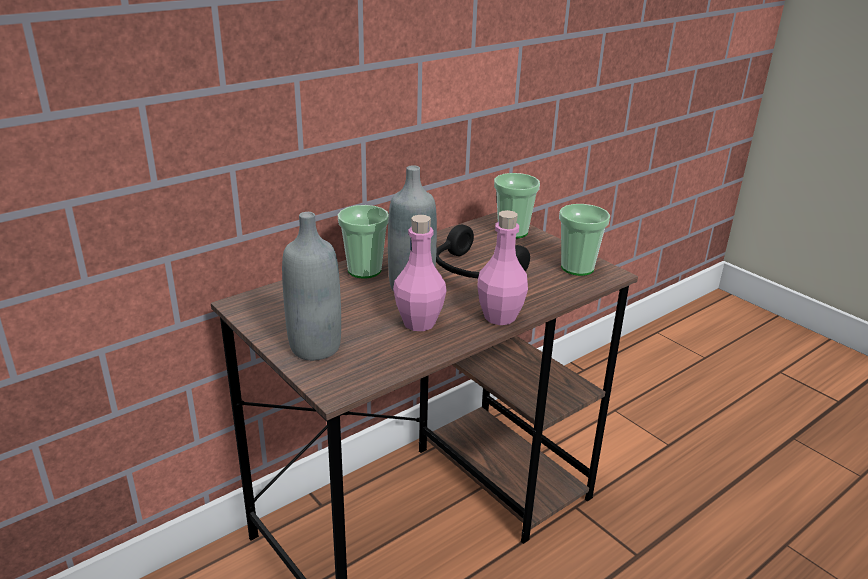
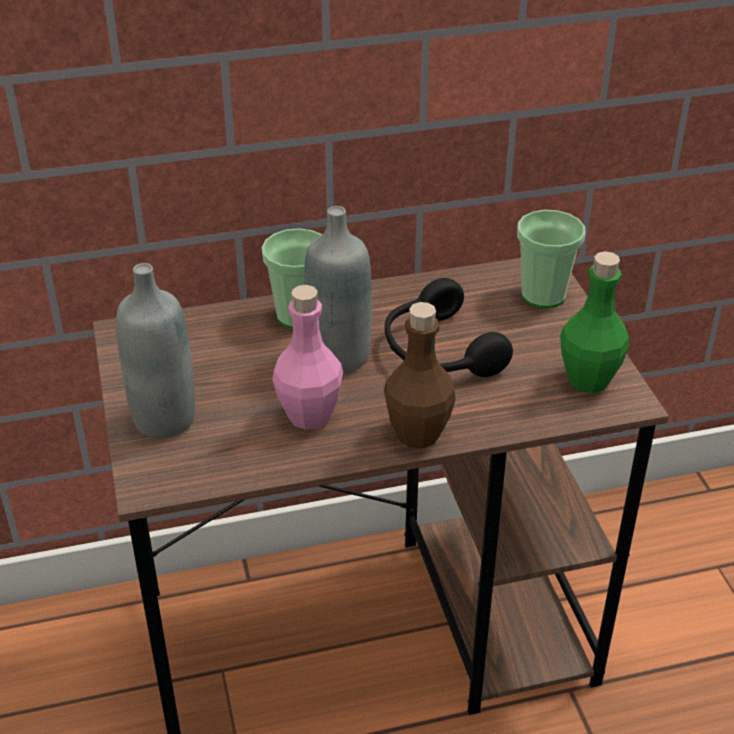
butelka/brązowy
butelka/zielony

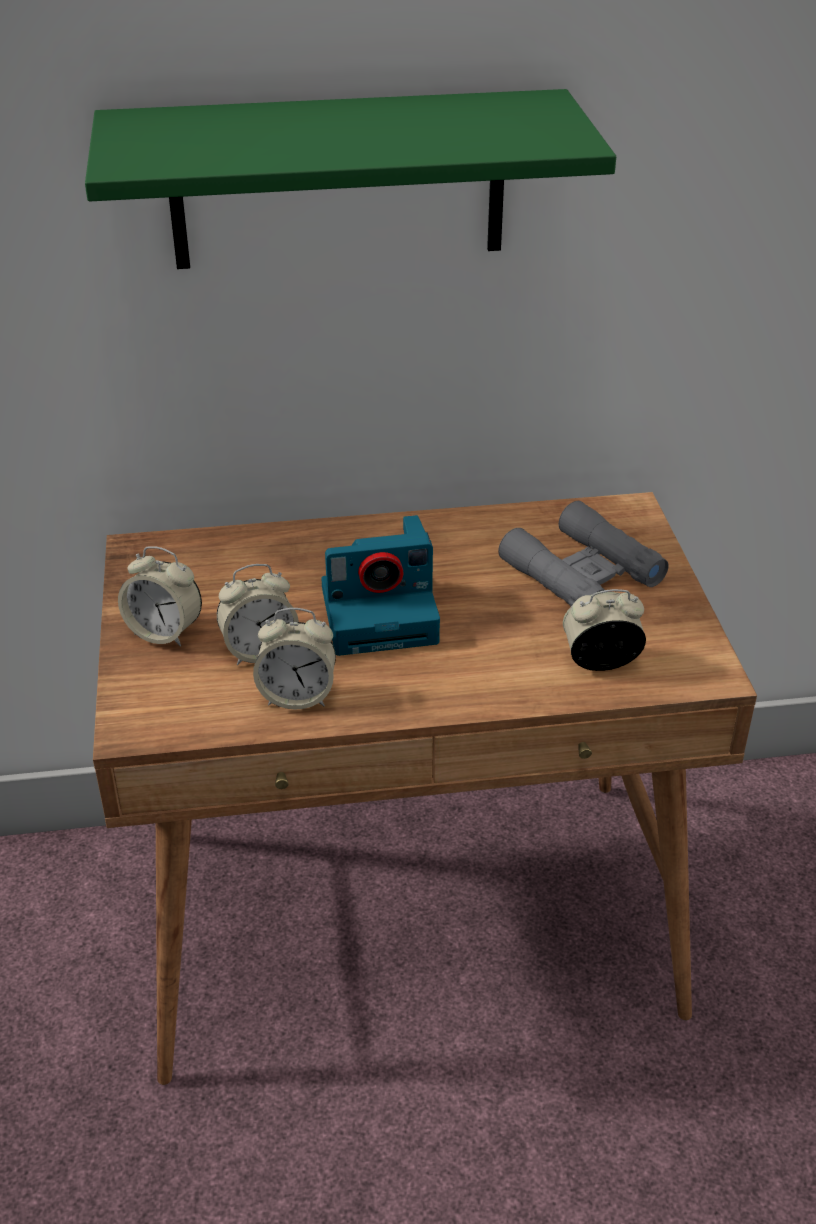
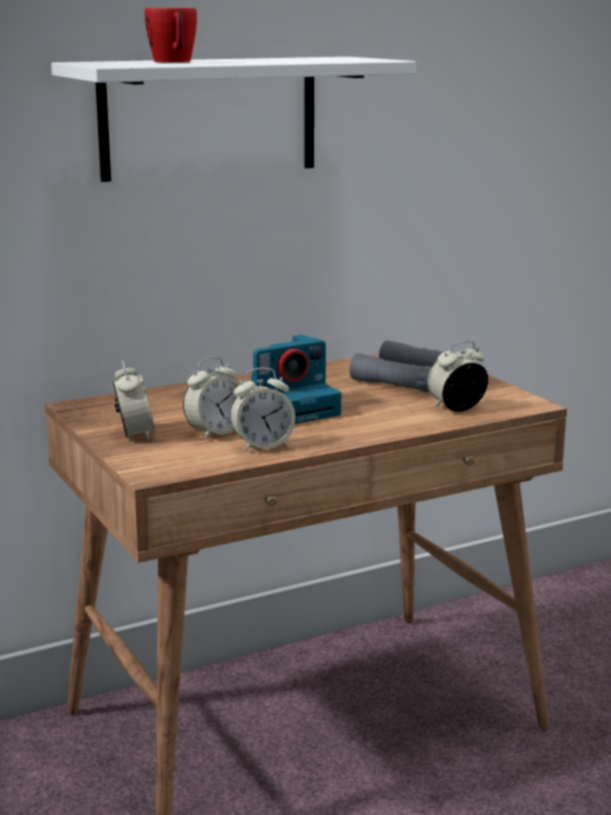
półka/biały
budzik (1st from left)
kubek

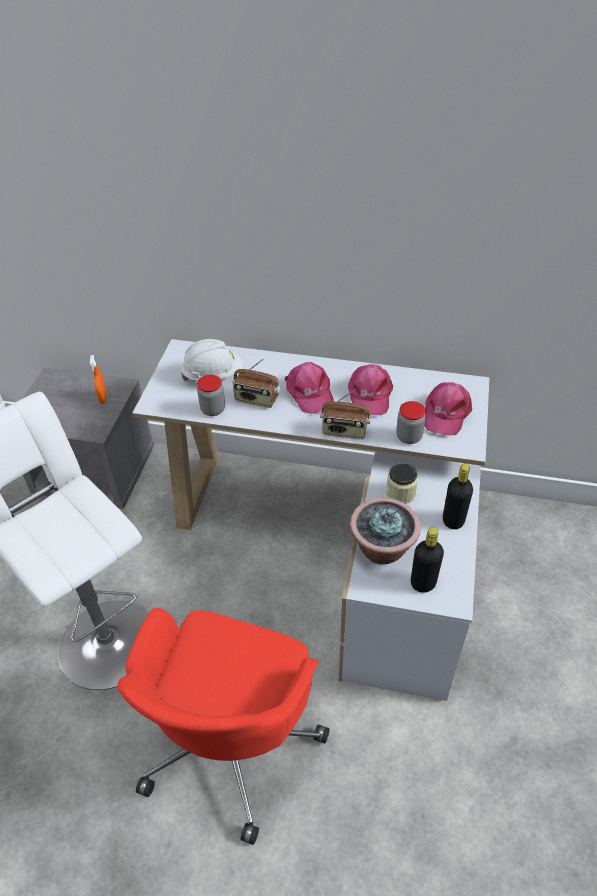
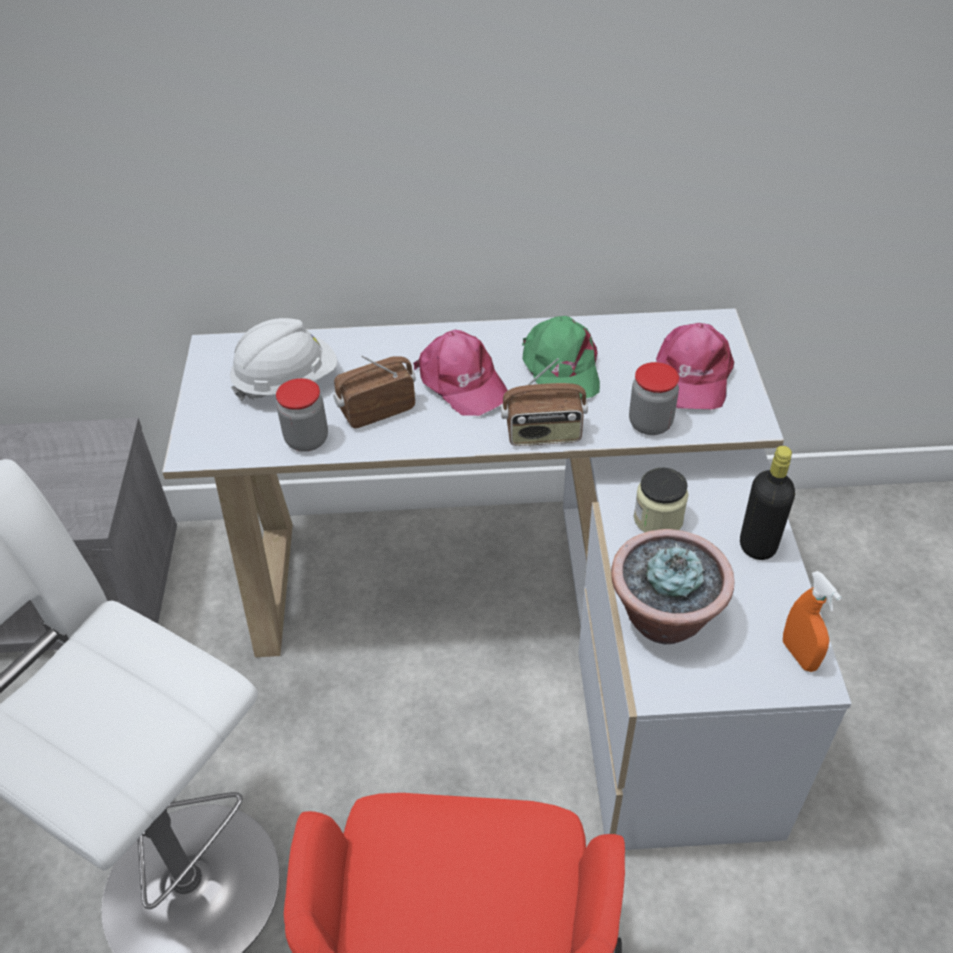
spryskiwacz/pomarańczowy
radio (1st from left)
czapka z daszkiem/zielony
butelka/czarny (1st from left in the first image)

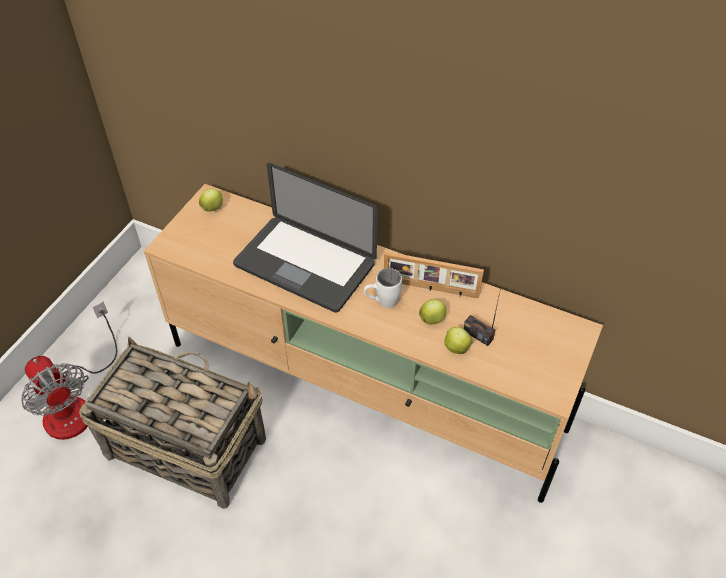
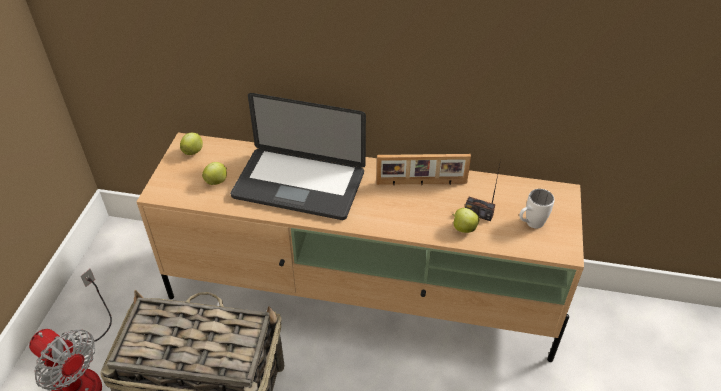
kubek/biały
jabłko (2nd from left)

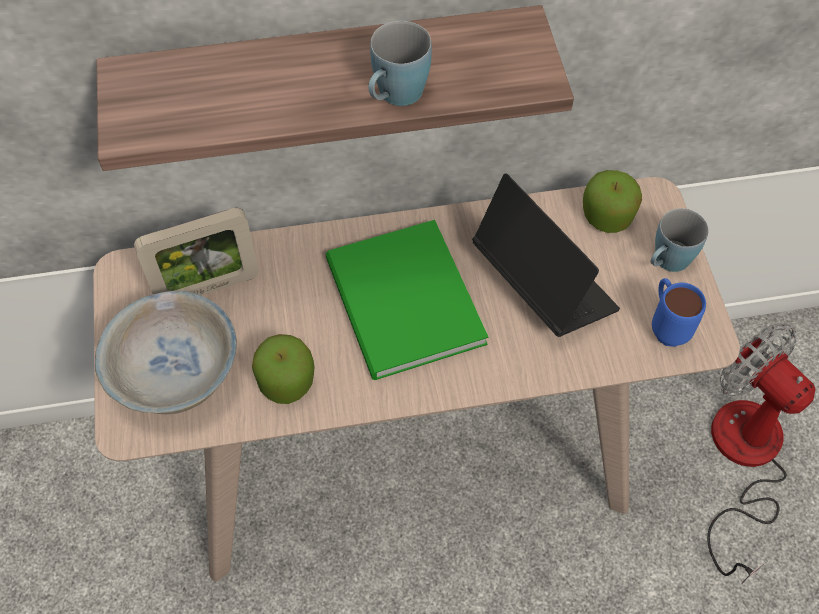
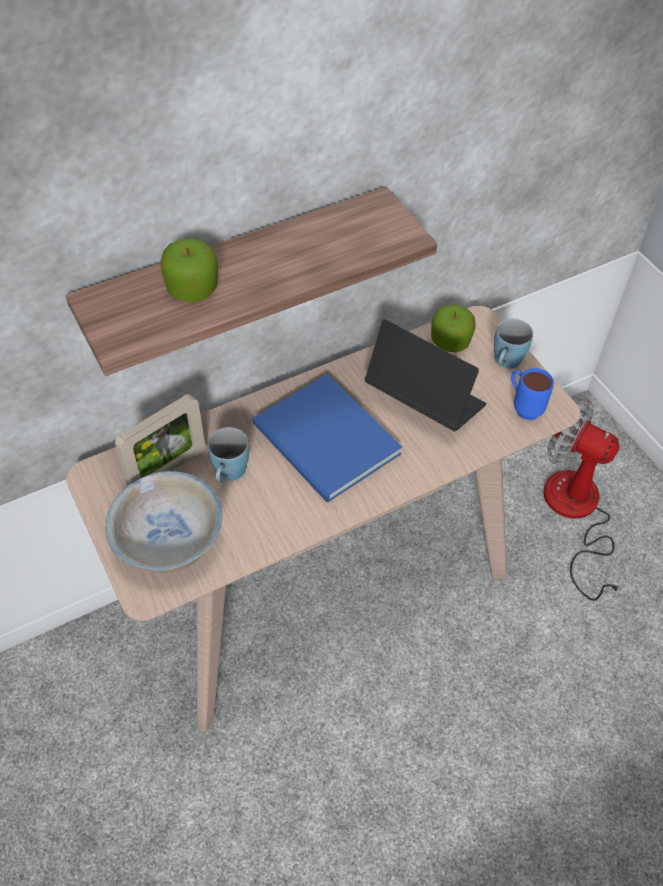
jabłko (1st from left)
książka/niebieski
kubek/niebieski (1st from left)

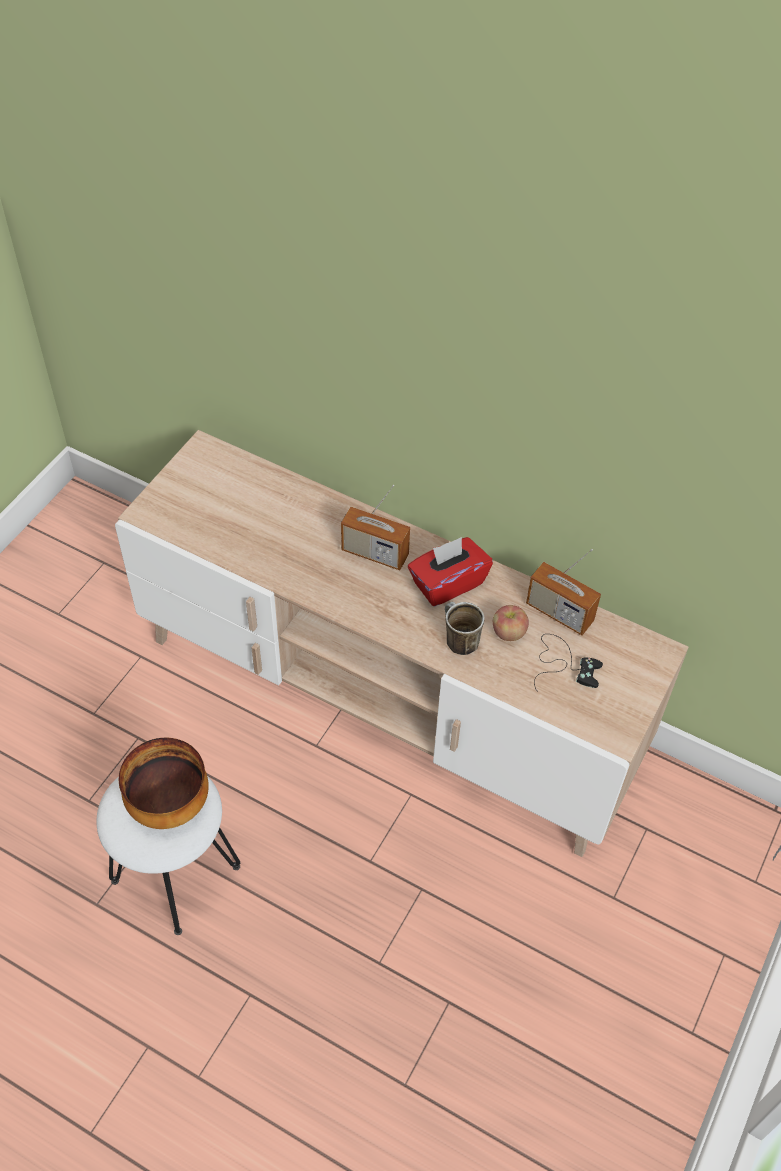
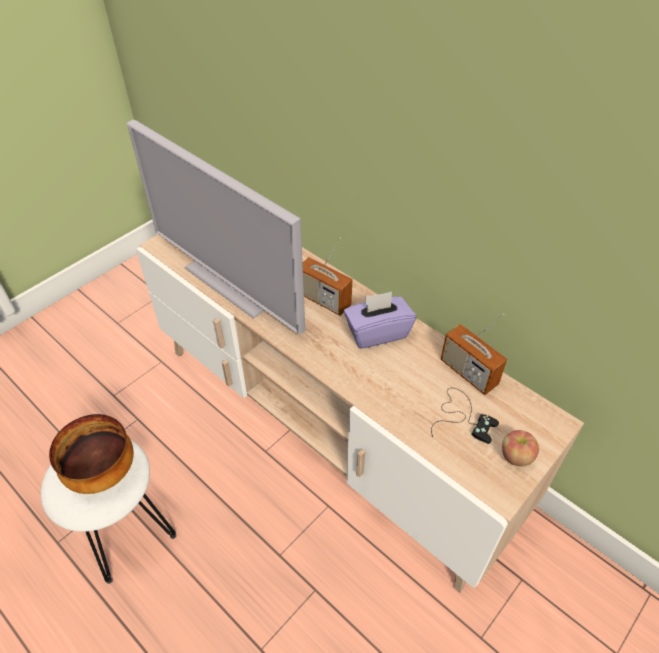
pudełko chusteczek/fioletowy
kubek
jabłko
telewizor

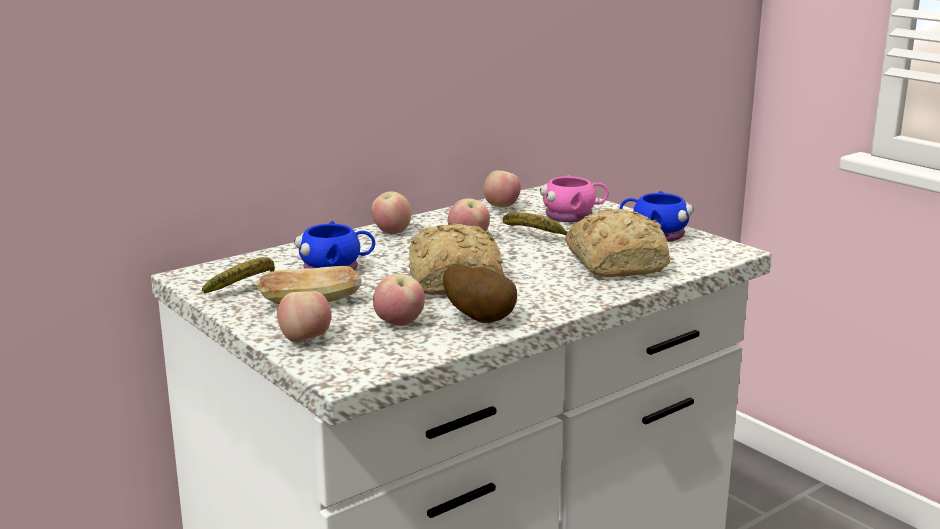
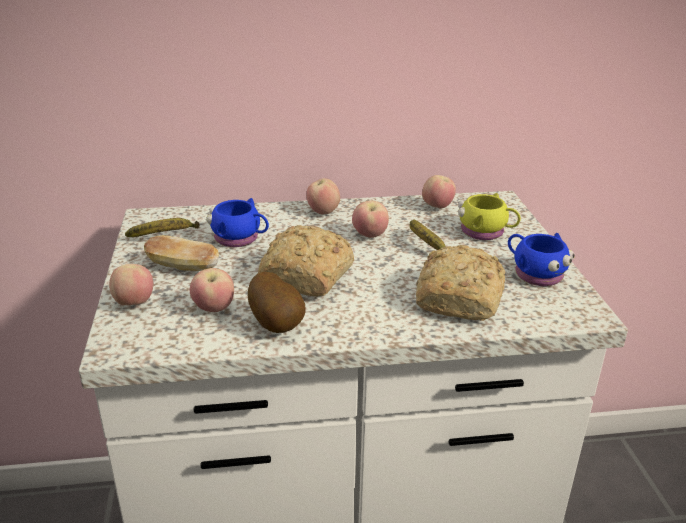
kubek/żółty

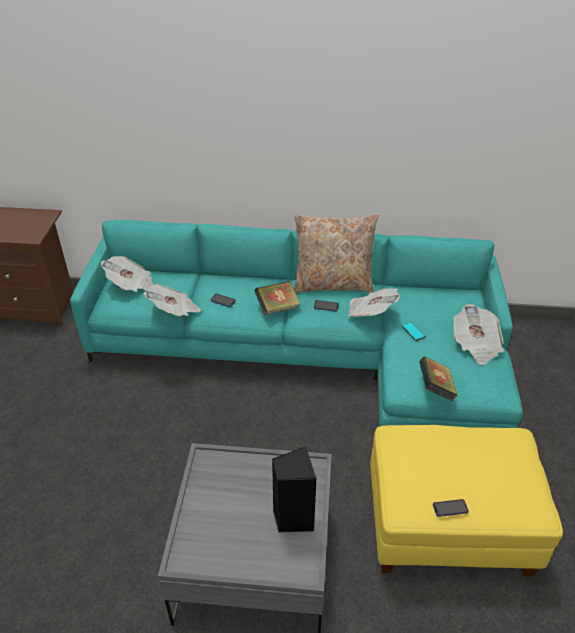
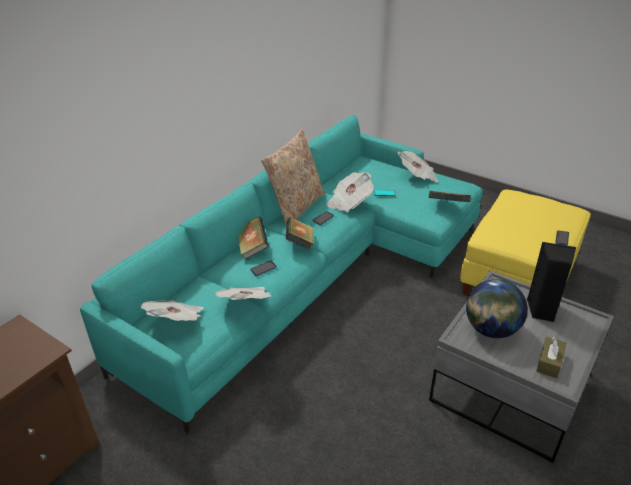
książka (1st from left)
globus
pudełko chusteczek/brązowy

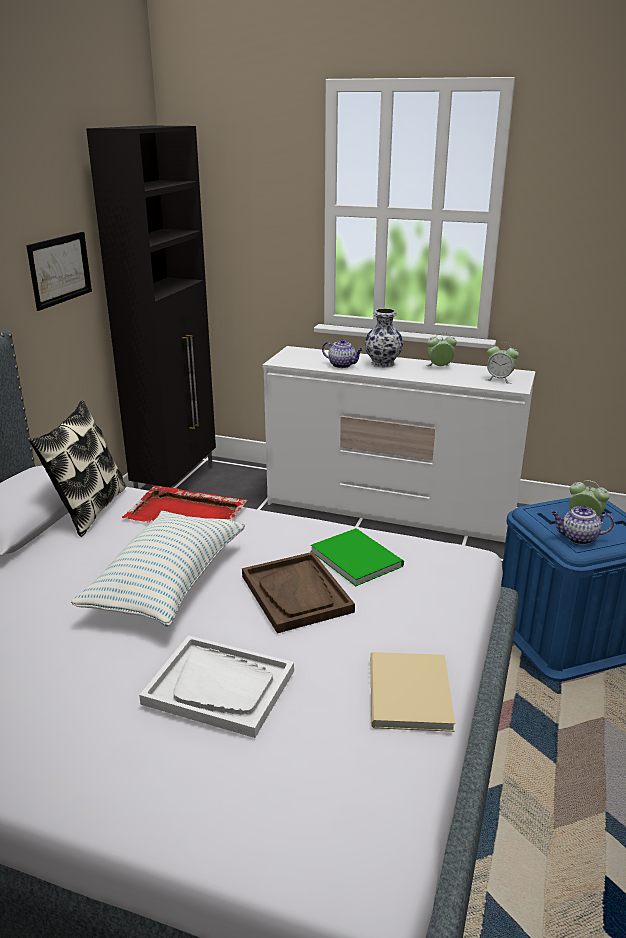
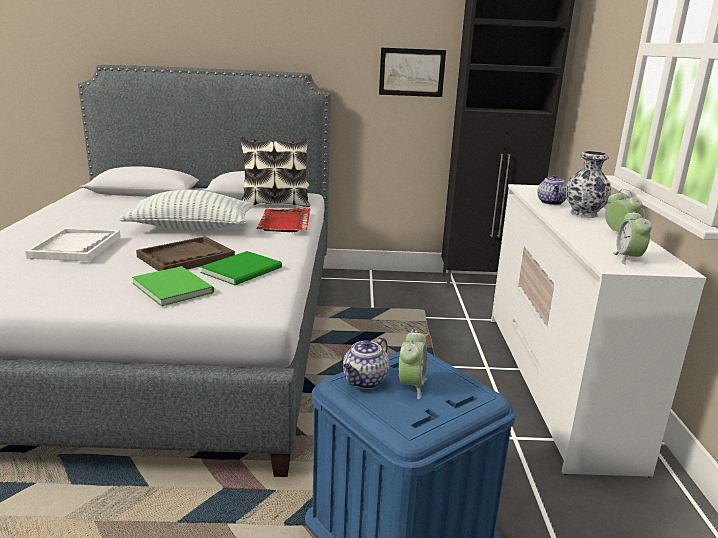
książka/beżowy
imbryk (1st from left)
książka/zielony (1st from left)

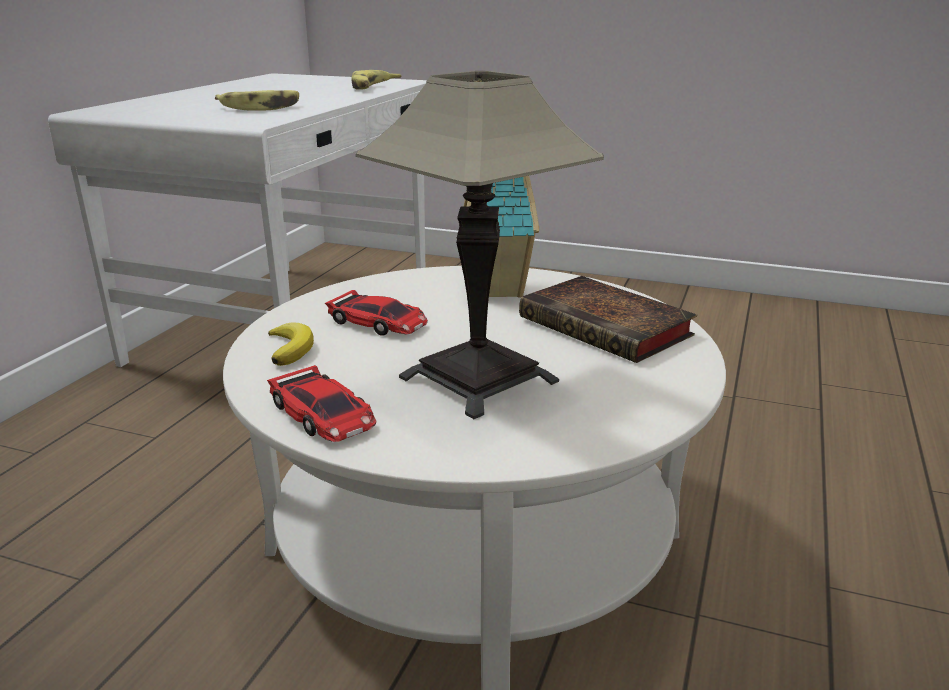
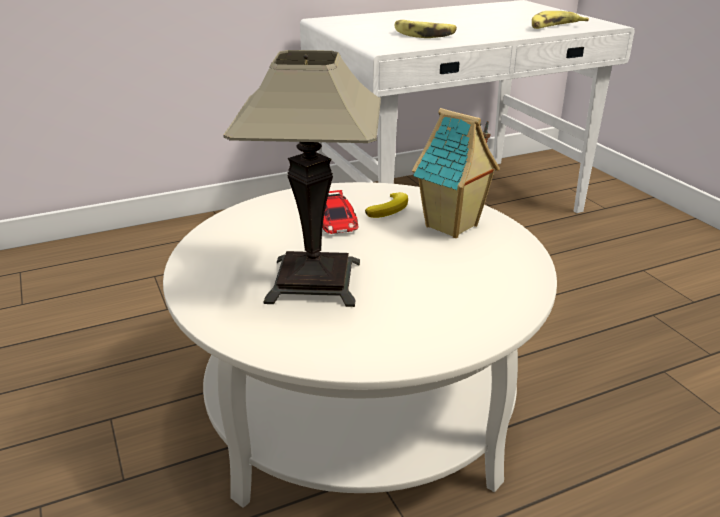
samochodzik (1st from left in the first image)
banan (1st from left)
książka

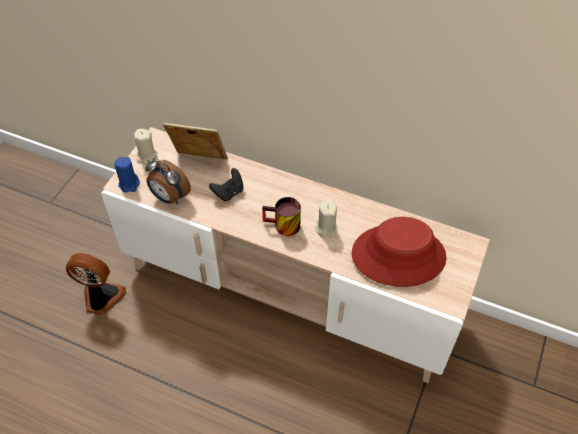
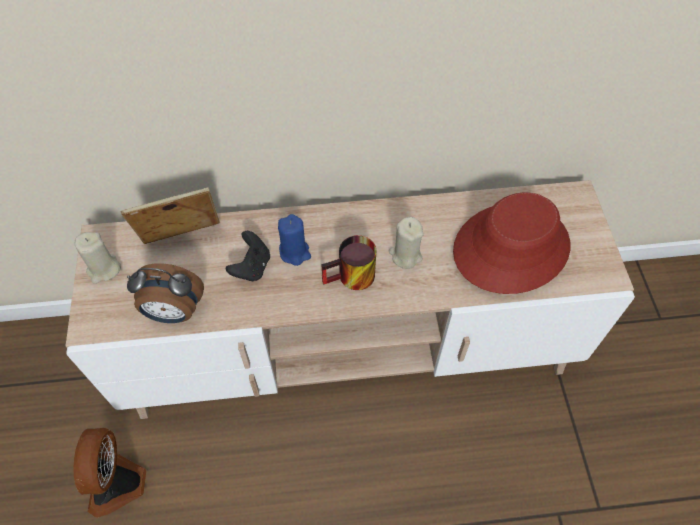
wentylator
świeca/niebieski

